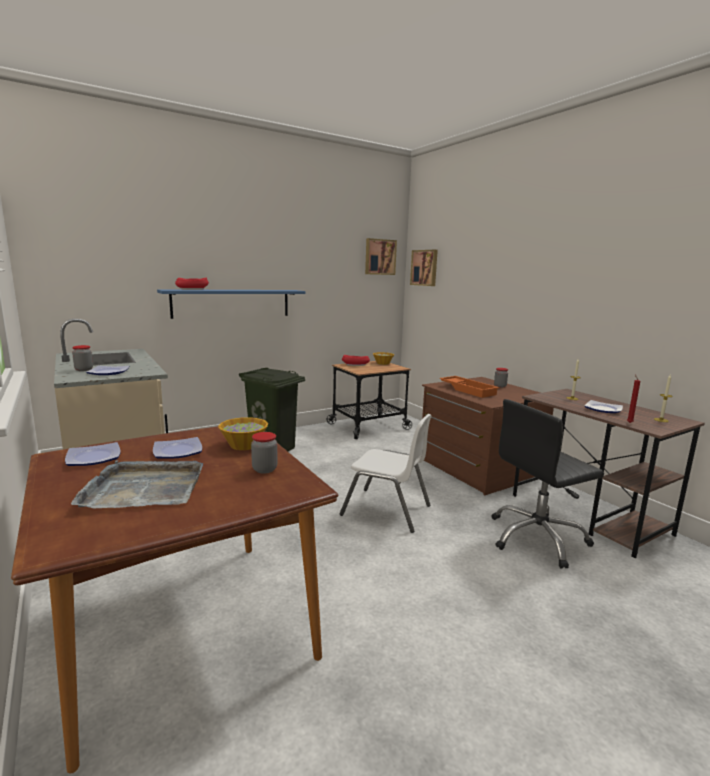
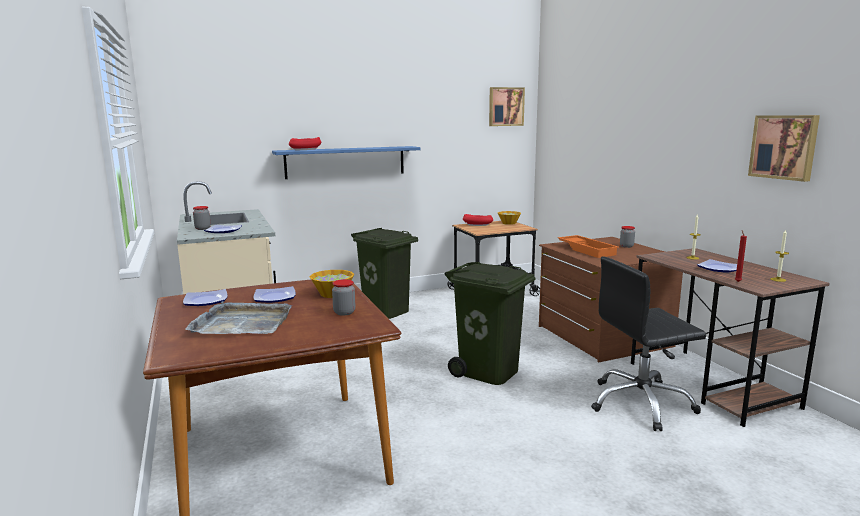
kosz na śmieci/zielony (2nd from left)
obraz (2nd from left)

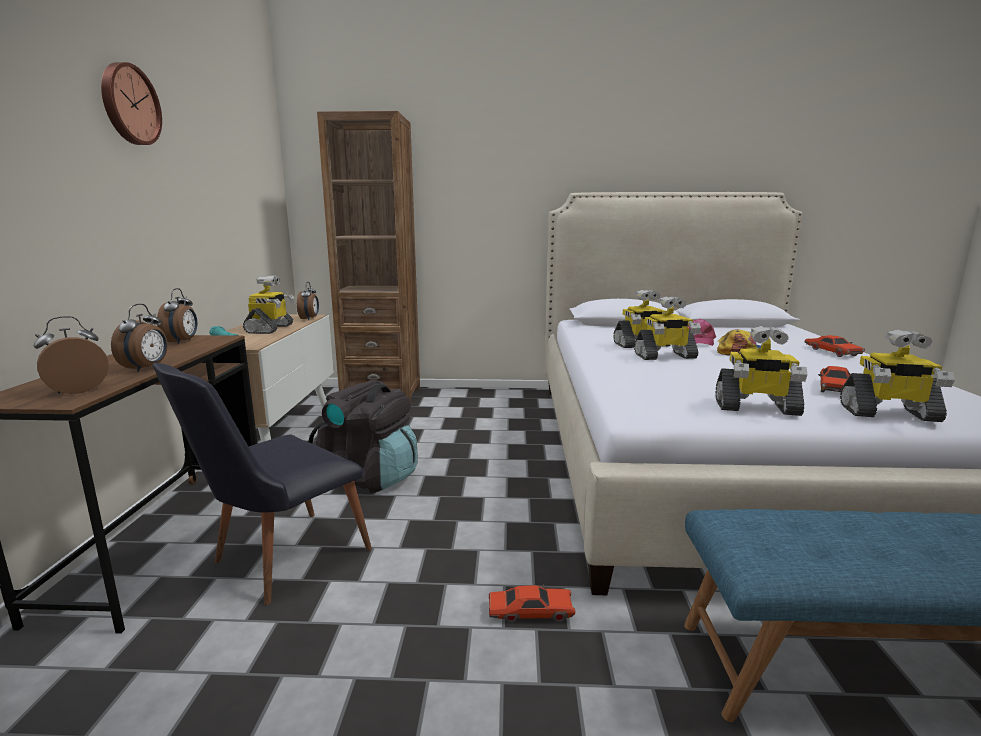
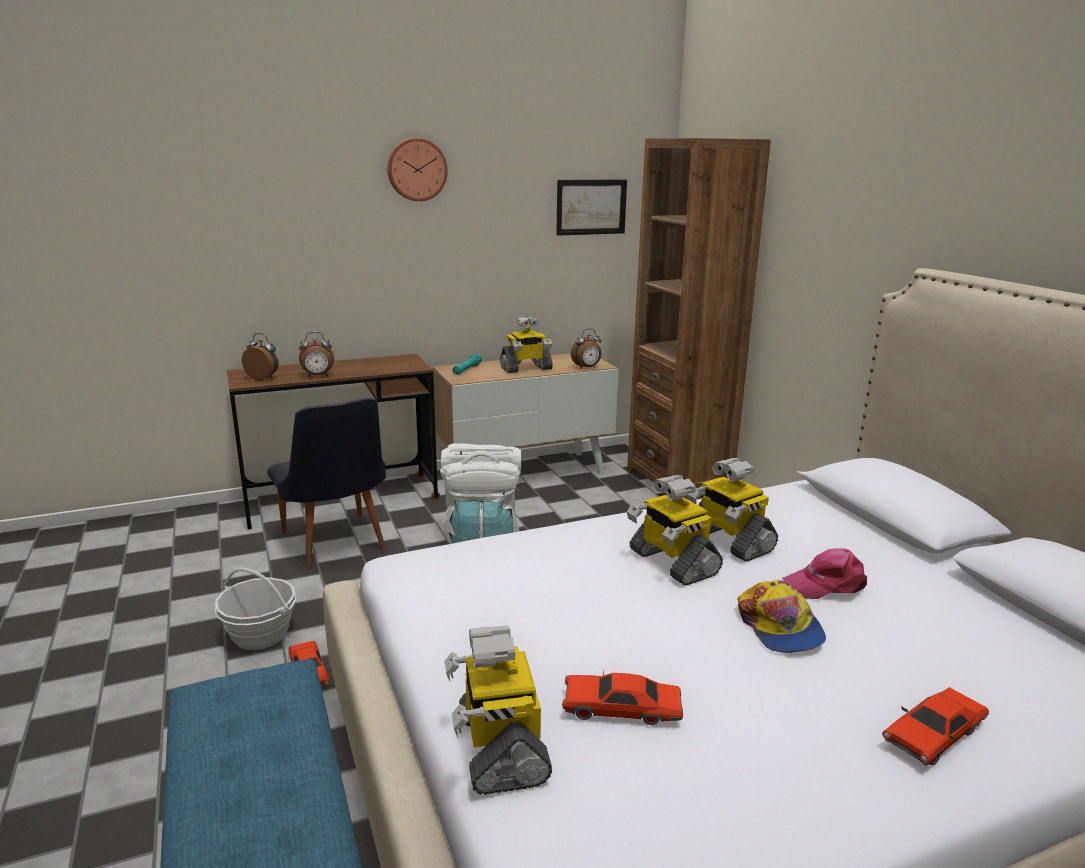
krzesło/czarny
budzik (3rd from left in the first image)
plecak/biały
robot zabawkowy (4th from left in the first image)
koszyk
obraz

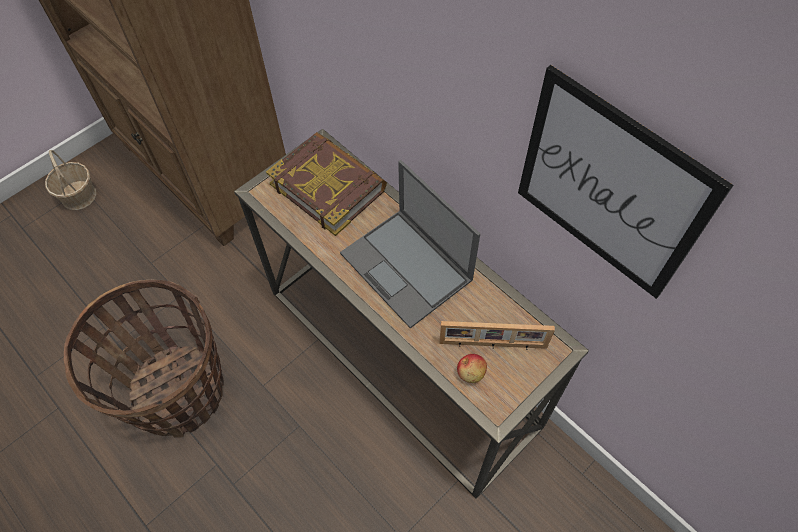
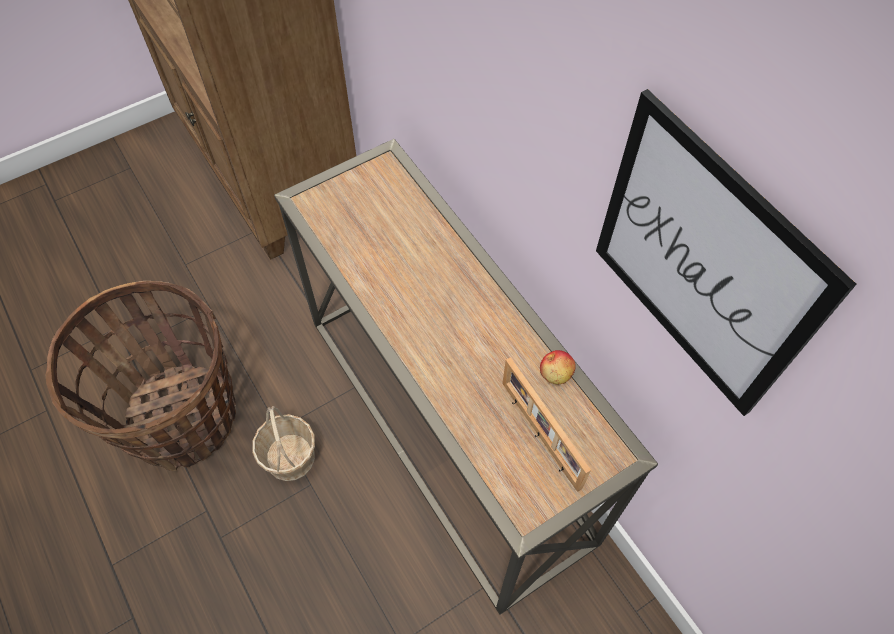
koszyk (2nd from left)
książka
laptop
ramka na zdjęcie
jabłko

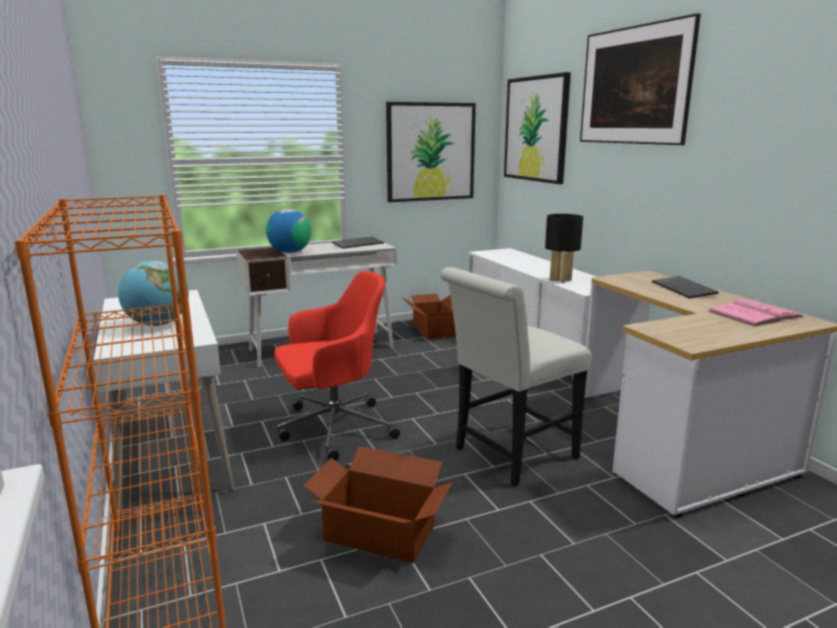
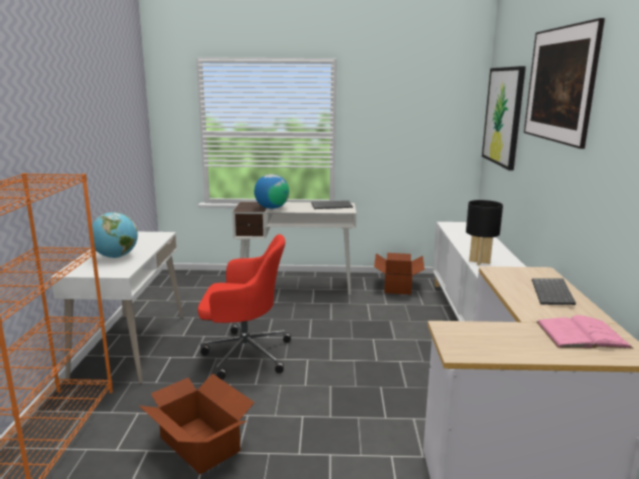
obraz (1st from left in the first image)
krzesło/biały

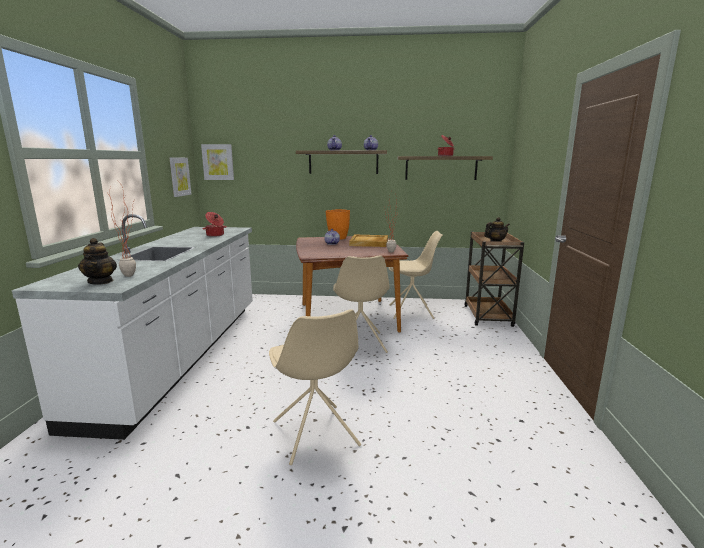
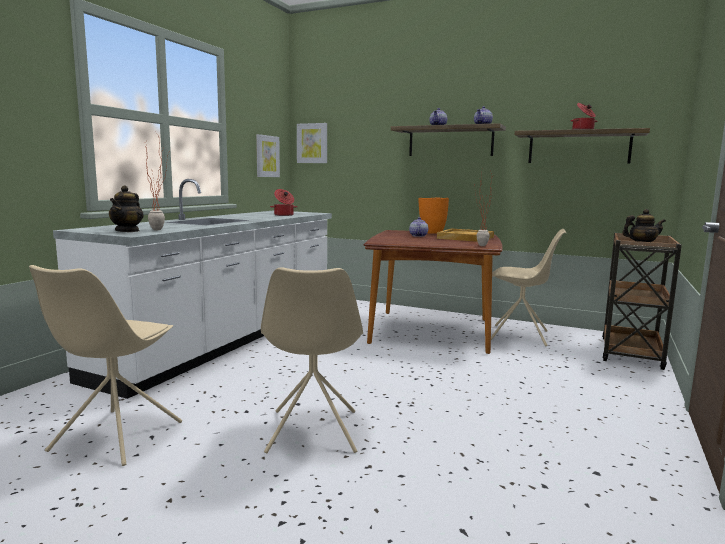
krzesło/beżowy (1st from left)

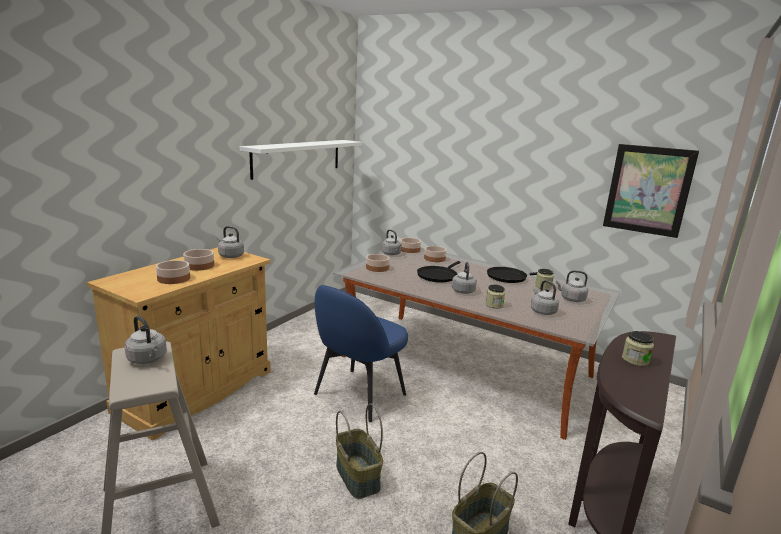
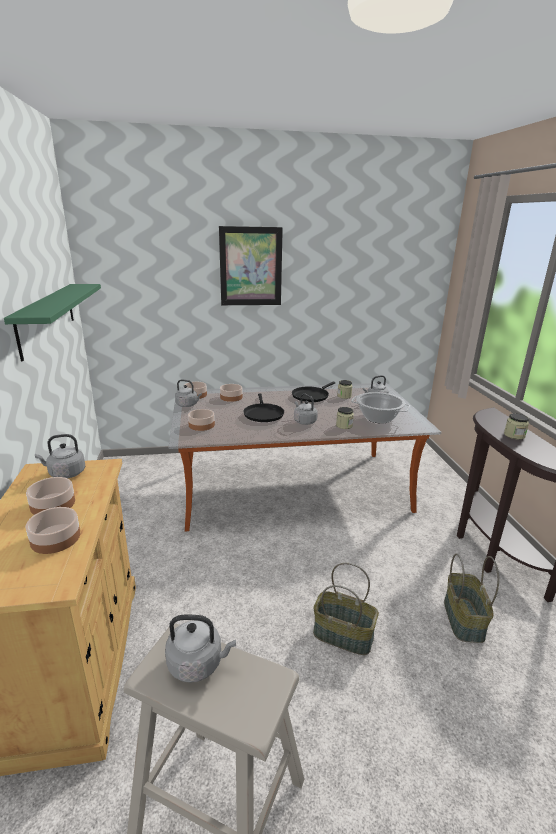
półka/zielony
krzesło/niebieski
garnek
obraz

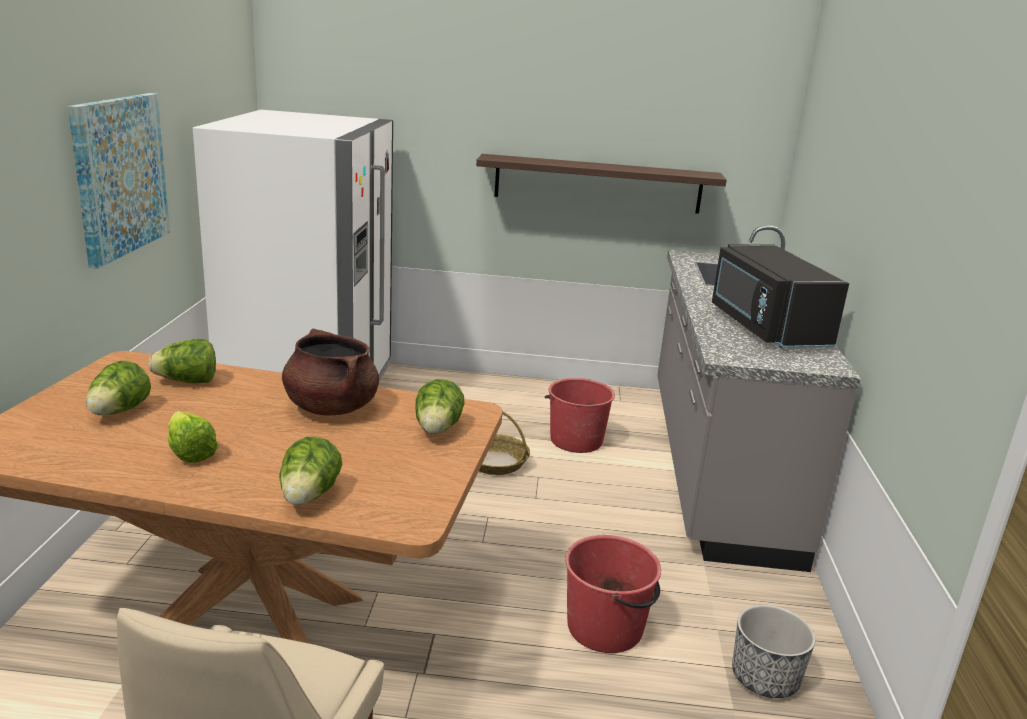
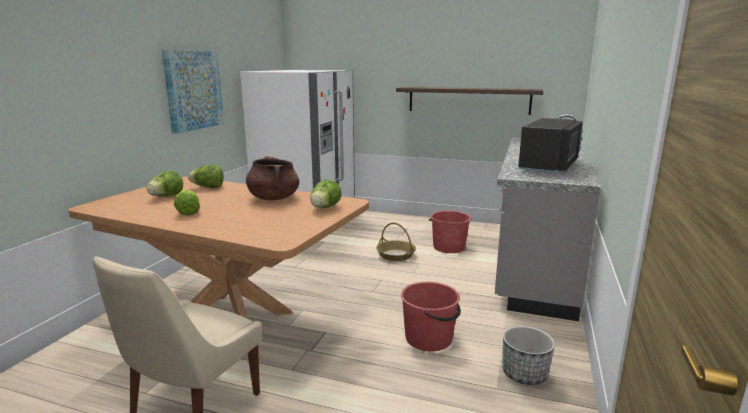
sałata (4th from left in the first image)
mikrofalówka/czarny

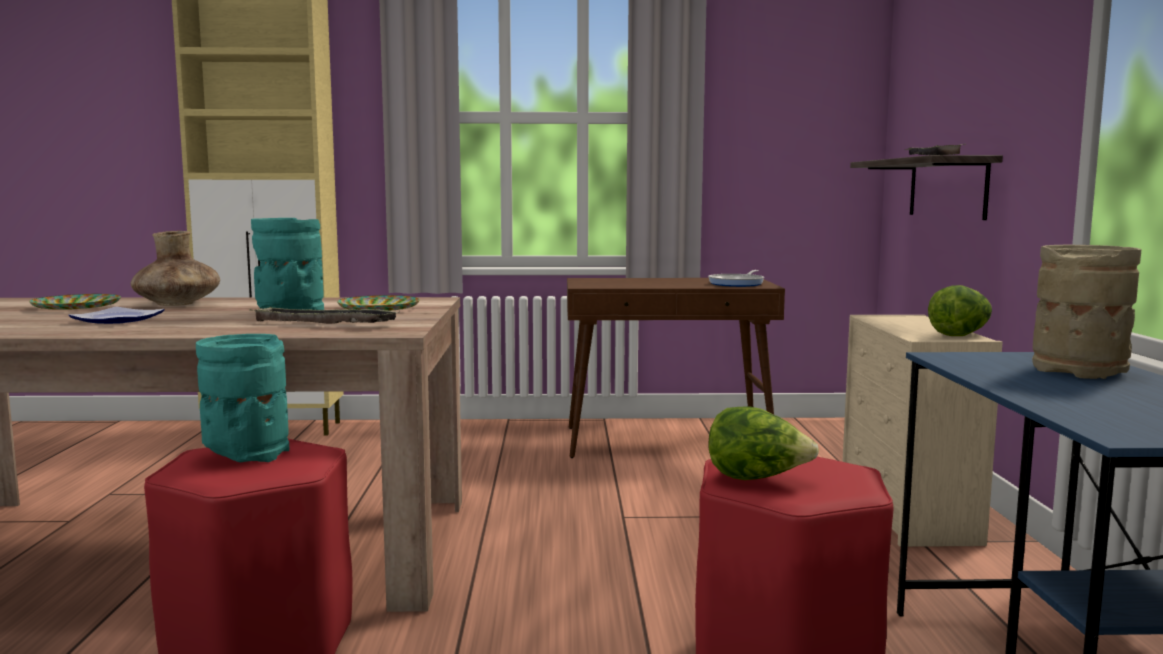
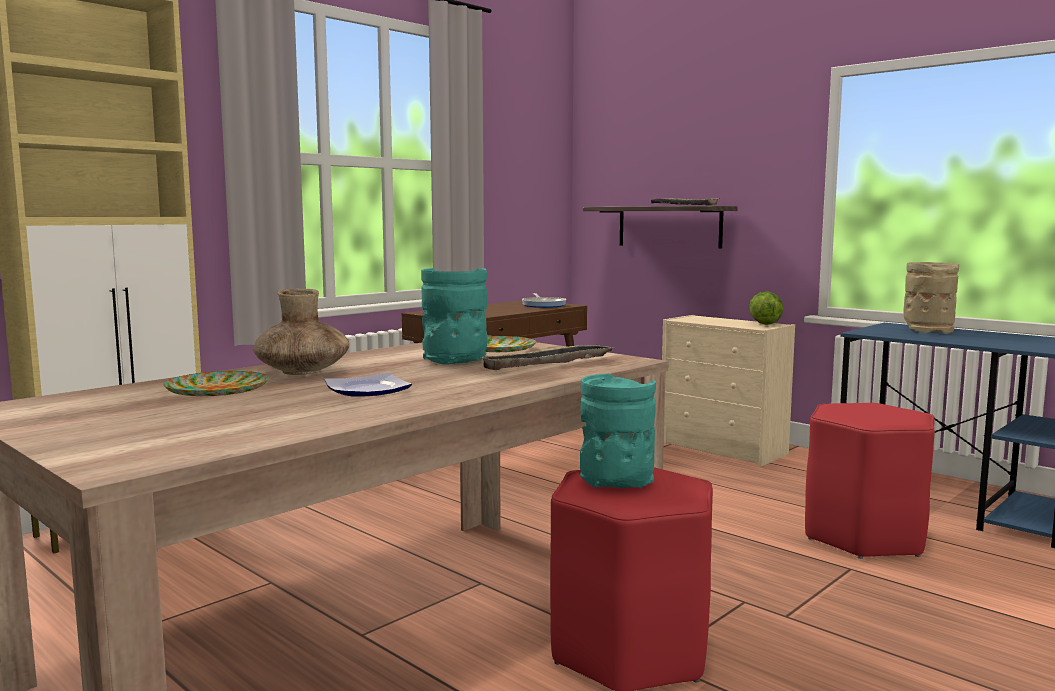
sałata (1st from left in the first image)

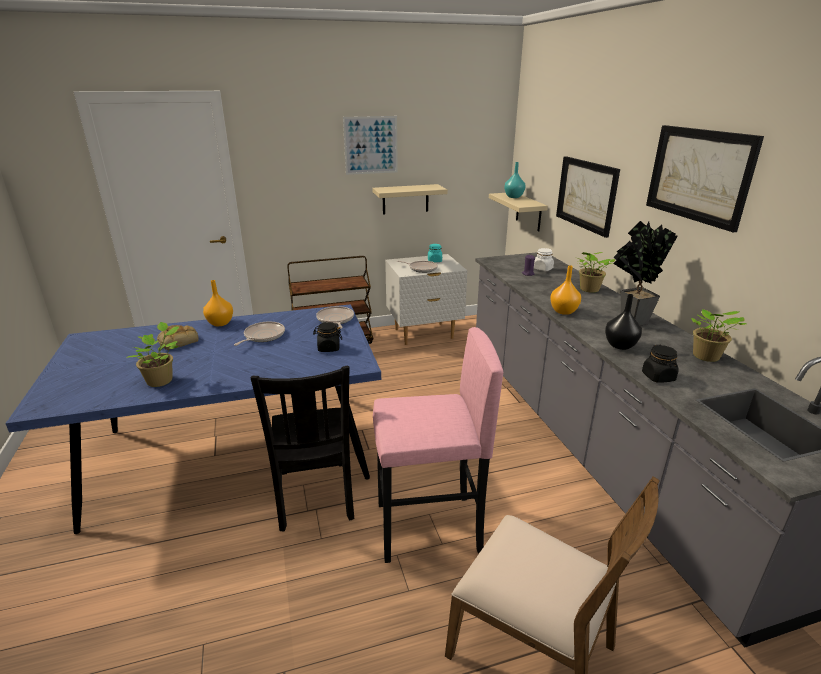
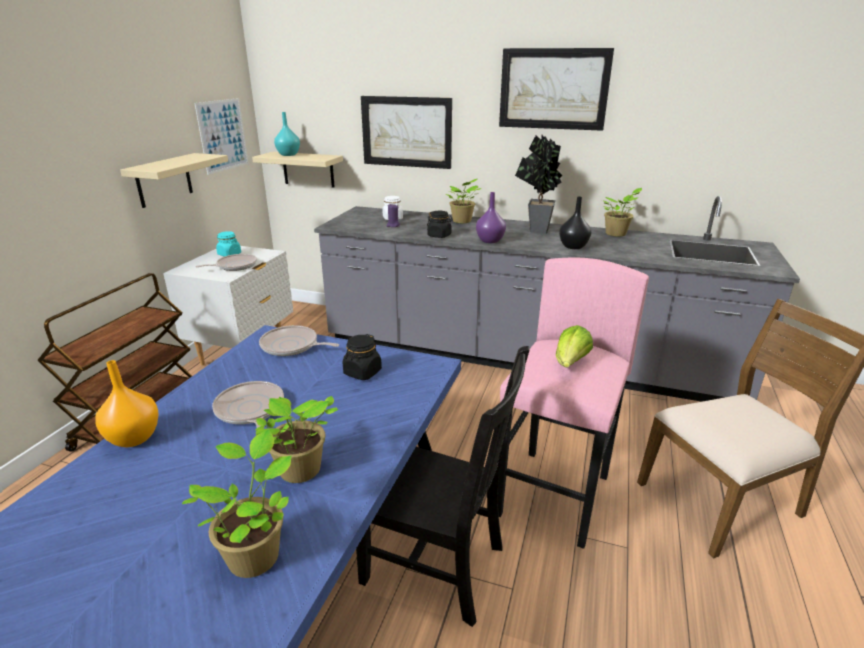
chleb
obraz (1st from left)
wazon/fioletowy
słoik/czarny (2nd from left)
roślina doniczkowa (2nd from left)
sałata

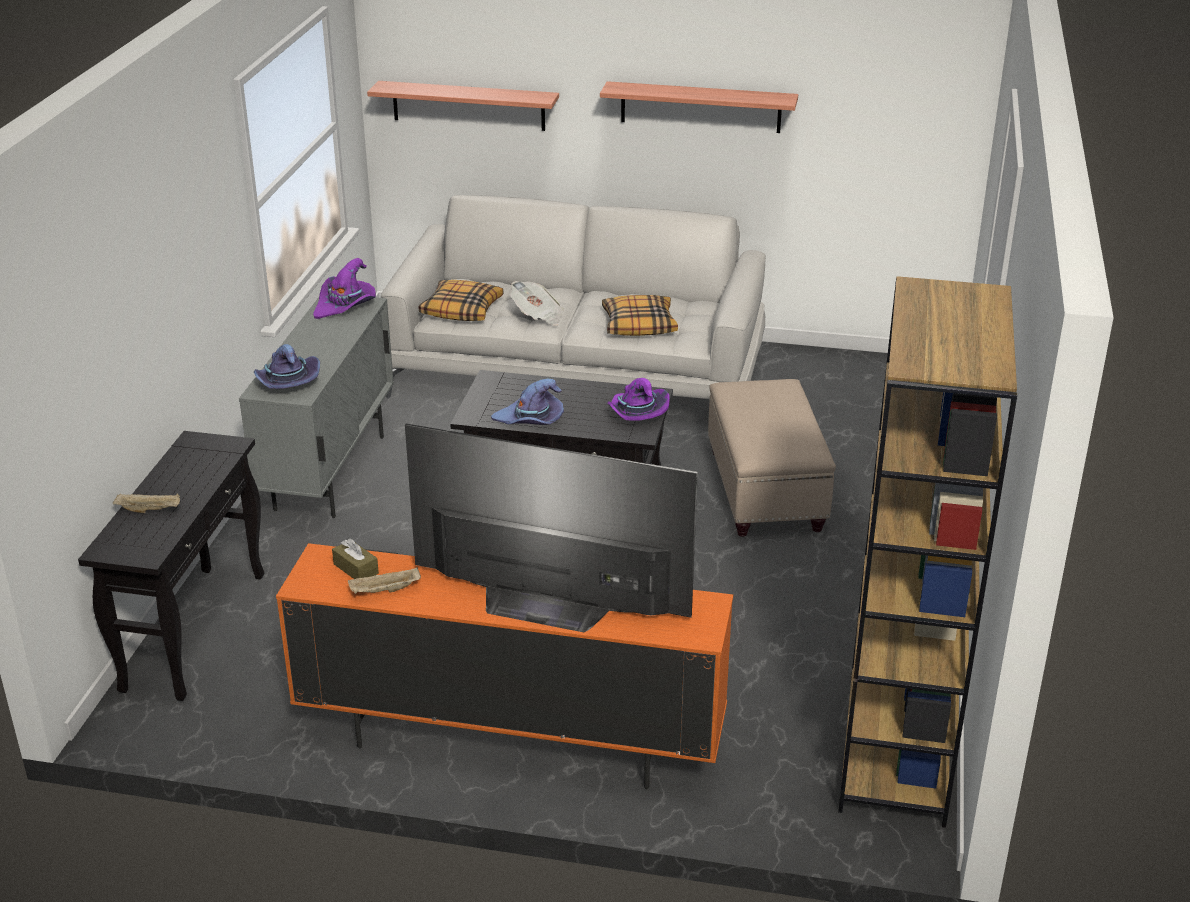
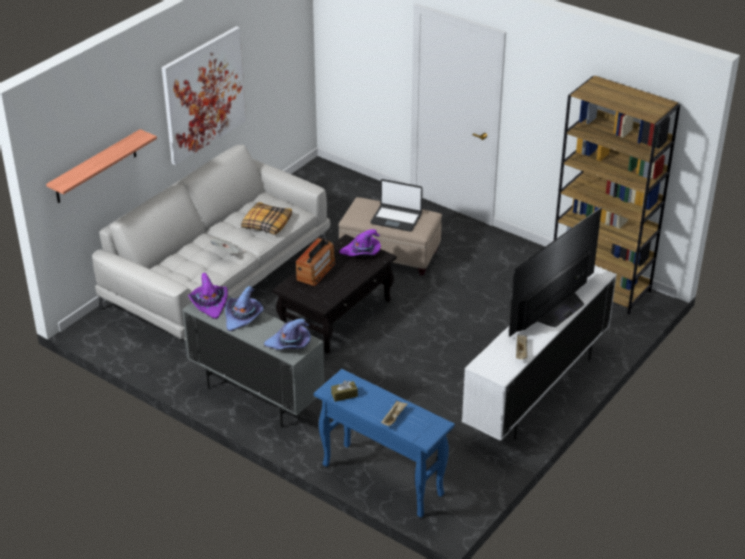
stolik konsolowy/niebieski
szafka pod telewizor/biały
pudełko chusteczek/brązowy
poduszka (1st from left in the first image)
kapelusz/fioletowy (2nd from left)
obraz
radio
laptop

